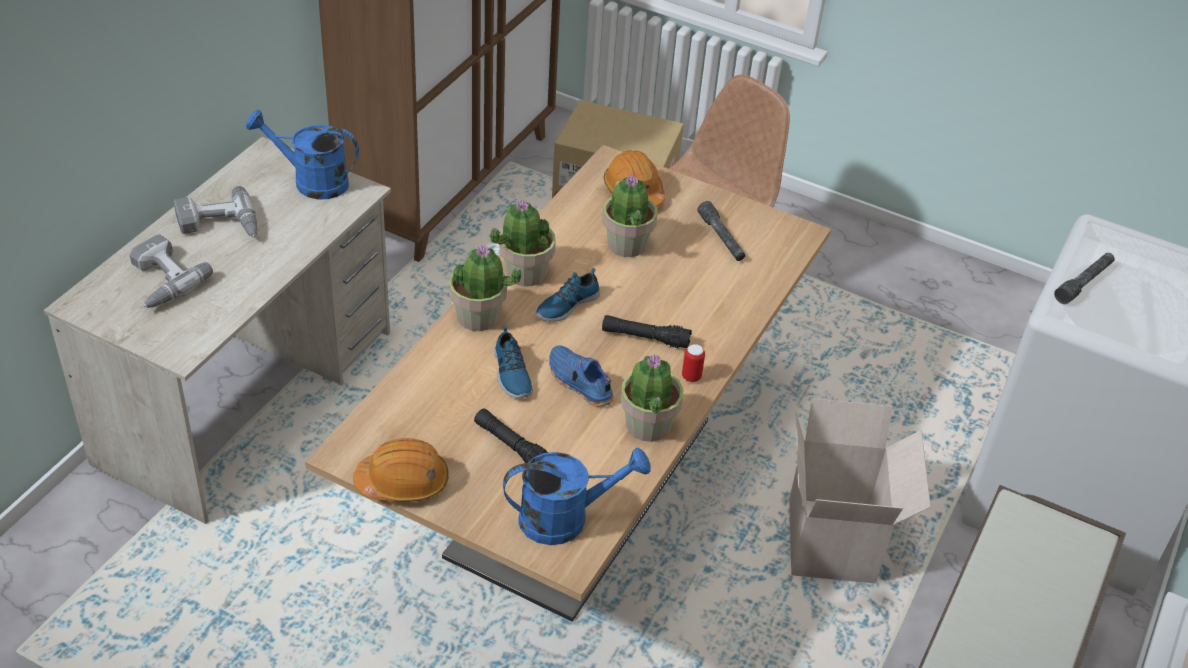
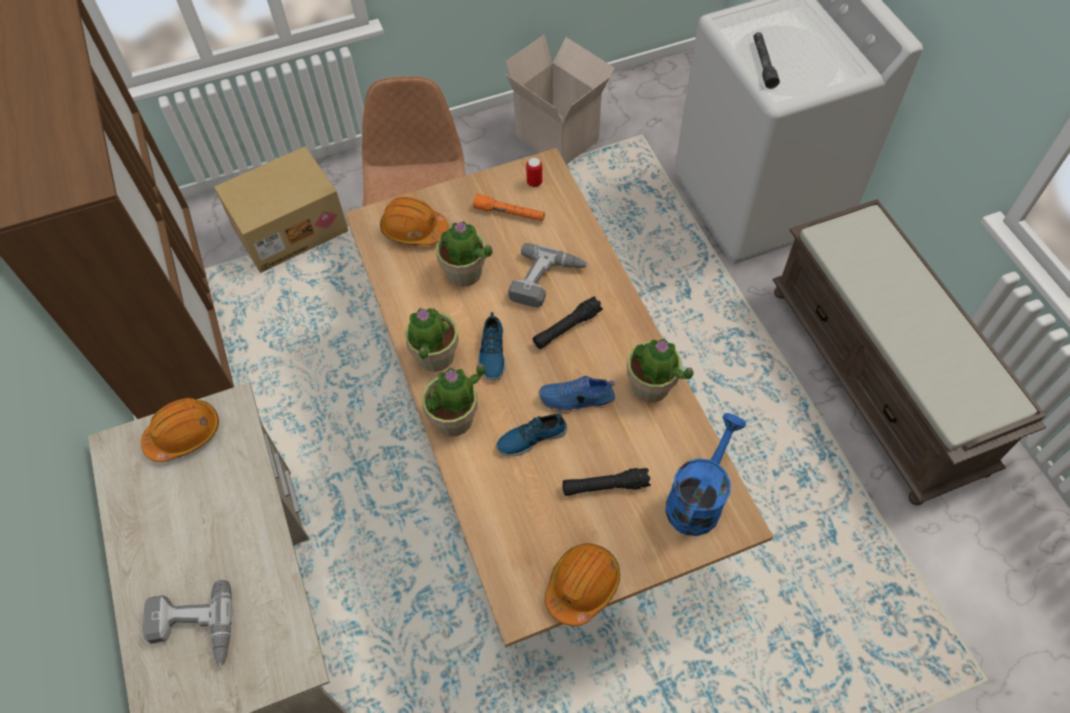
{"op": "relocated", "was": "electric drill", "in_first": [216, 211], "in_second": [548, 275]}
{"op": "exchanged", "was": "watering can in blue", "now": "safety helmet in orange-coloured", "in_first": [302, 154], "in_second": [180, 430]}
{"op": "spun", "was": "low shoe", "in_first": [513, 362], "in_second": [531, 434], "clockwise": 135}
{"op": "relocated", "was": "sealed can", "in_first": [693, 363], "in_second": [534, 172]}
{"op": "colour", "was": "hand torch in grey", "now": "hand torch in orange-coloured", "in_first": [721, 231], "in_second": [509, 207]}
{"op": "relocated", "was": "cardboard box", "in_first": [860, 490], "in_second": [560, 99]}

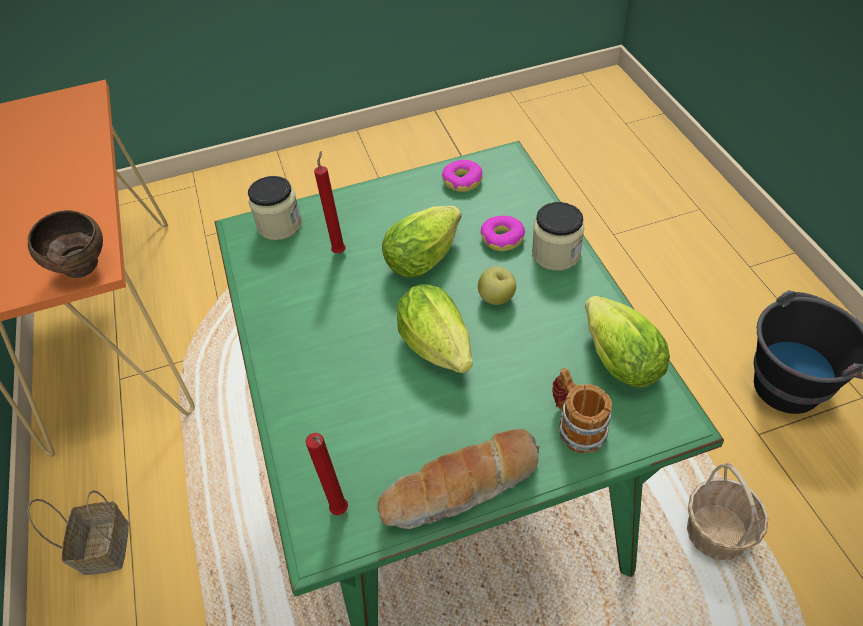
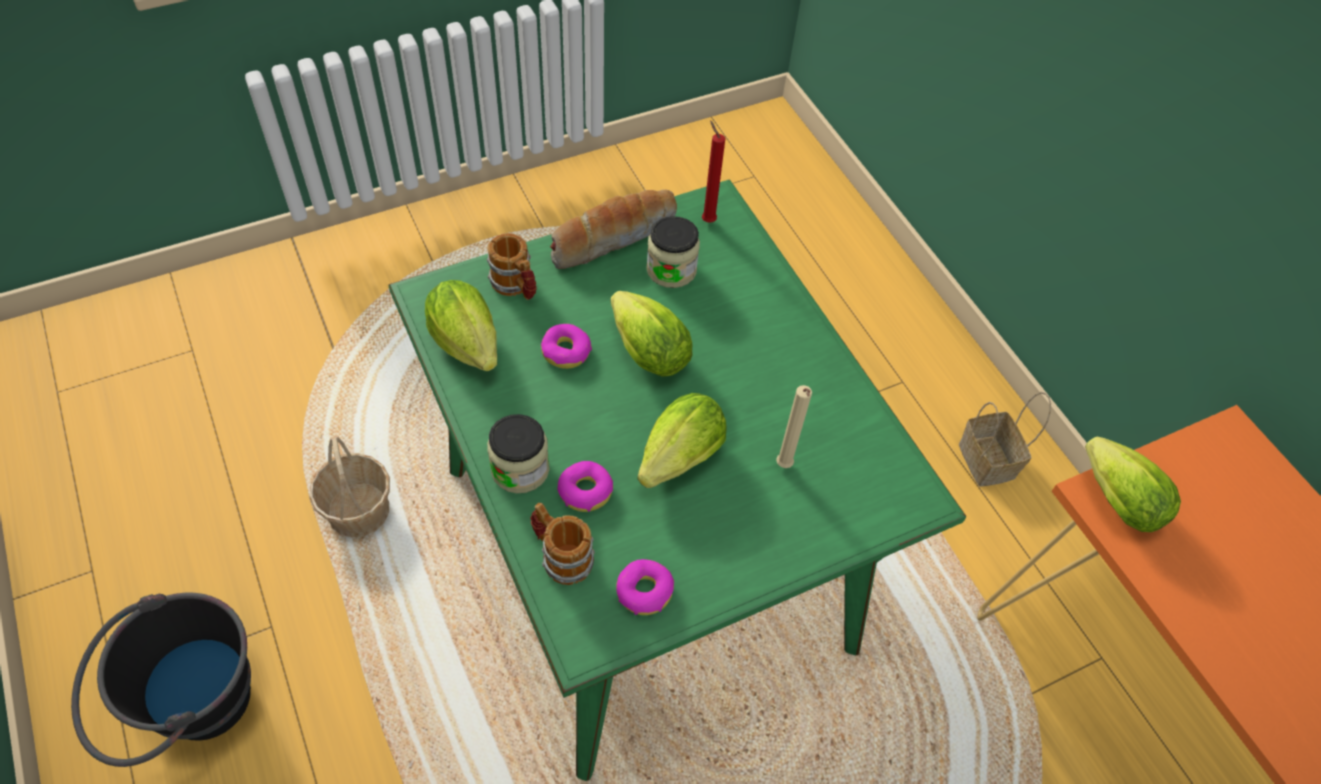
{"op": "exchanged", "was": "serving bowl in brown", "now": "lettuce head", "in_first": [65, 244], "in_second": [1133, 484]}
{"op": "relocated", "was": "jar", "in_first": [275, 208], "in_second": [673, 252]}
{"op": "colour", "was": "candle in red", "now": "candle in beige", "in_first": [330, 202], "in_second": [794, 426]}
{"op": "missing", "was": "apple fruit", "in_first": [497, 285]}
{"op": "appeared", "now": "coffee mug", "in_second": [562, 544]}
{"op": "appeared", "now": "donut", "in_second": [566, 346]}

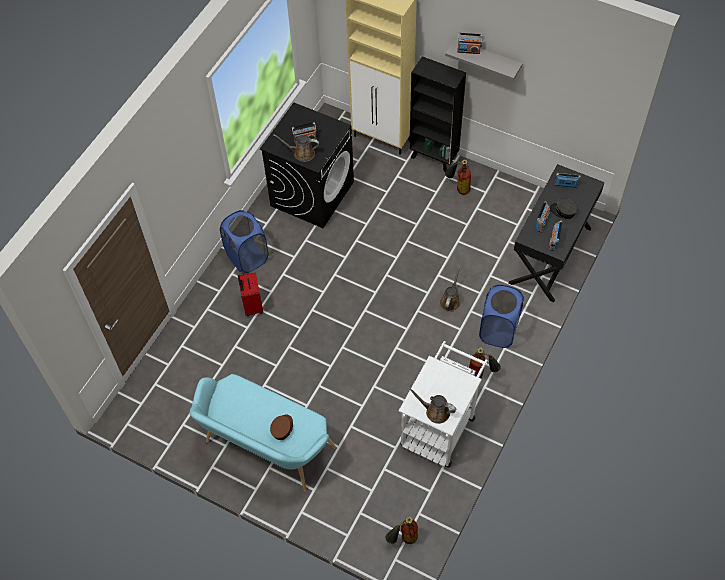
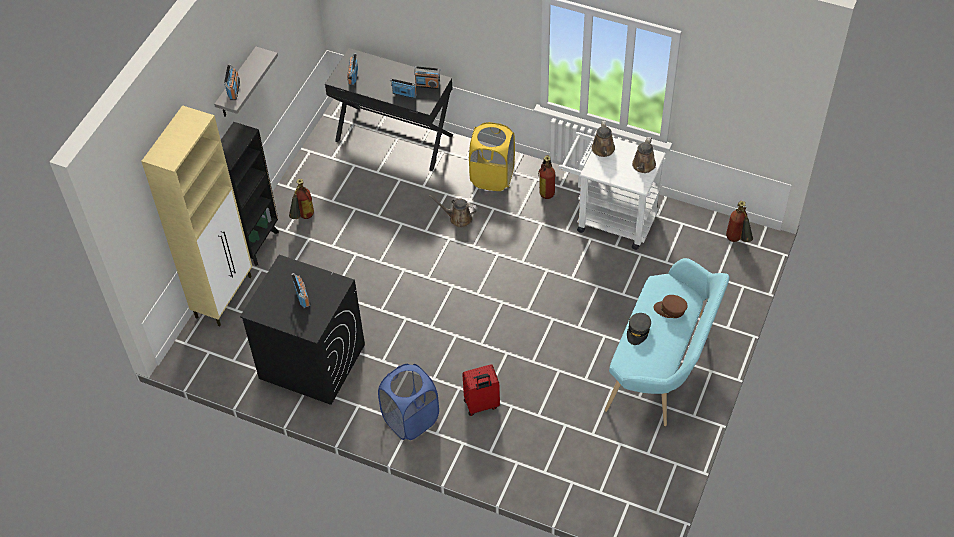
{"op": "relocated", "was": "watering can in brown", "in_first": [296, 148], "in_second": [603, 139]}
{"op": "colour", "was": "hamper in blue", "now": "hamper in yellowish", "in_first": [501, 316], "in_second": [492, 156]}
{"op": "relocated", "was": "peaked cap in grey", "in_first": [564, 209], "in_second": [639, 329]}

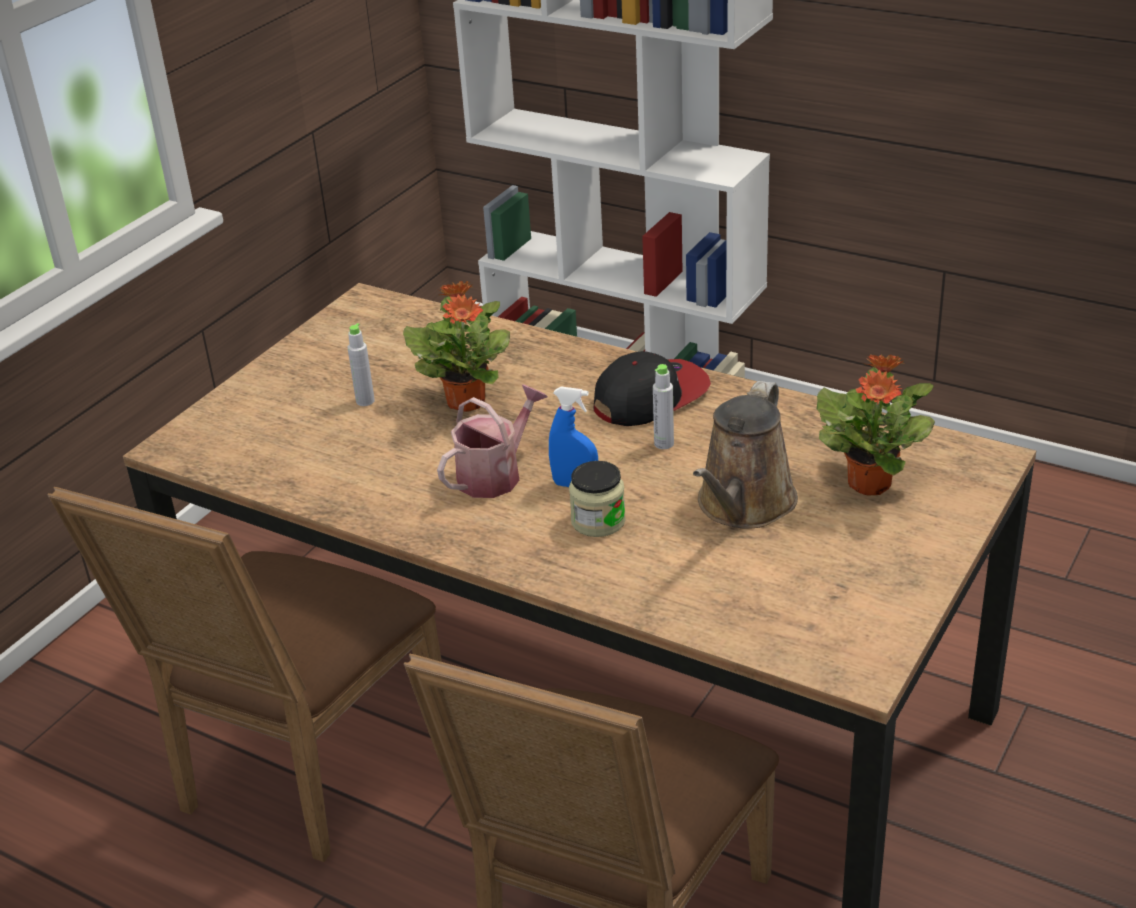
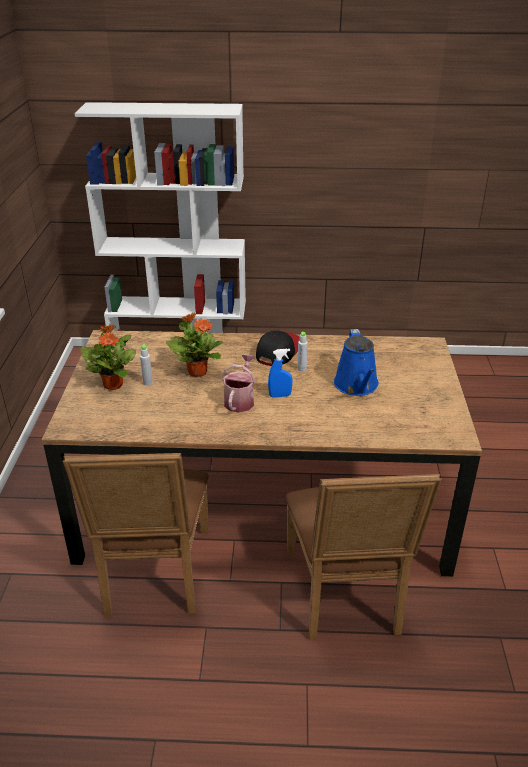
{"op": "missing", "was": "jar", "in_first": [597, 499]}
{"op": "colour", "was": "watering can in brown", "now": "watering can in blue", "in_first": [745, 455], "in_second": [356, 362]}
{"op": "relocated", "was": "houseplant", "in_first": [876, 424], "in_second": [108, 357]}

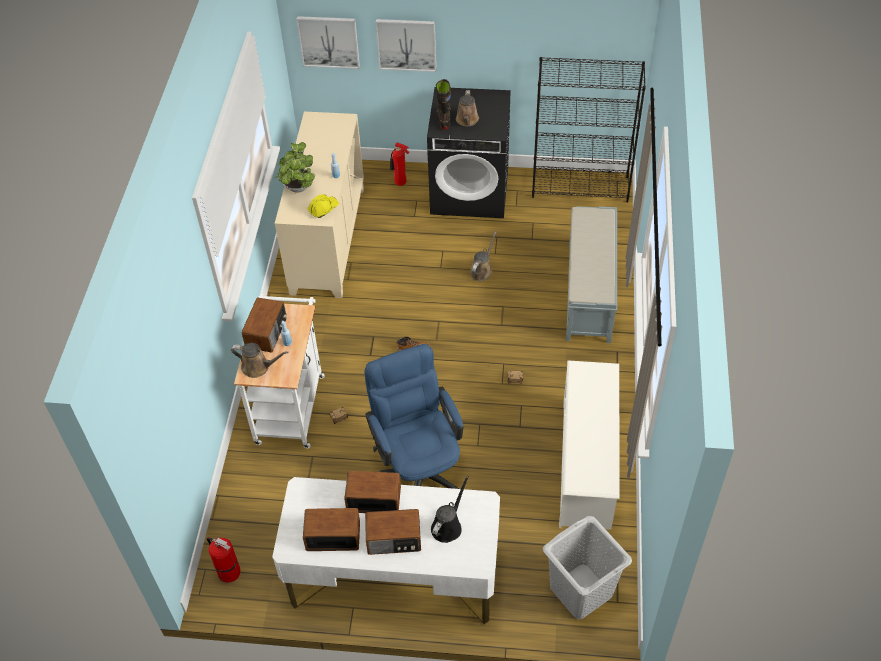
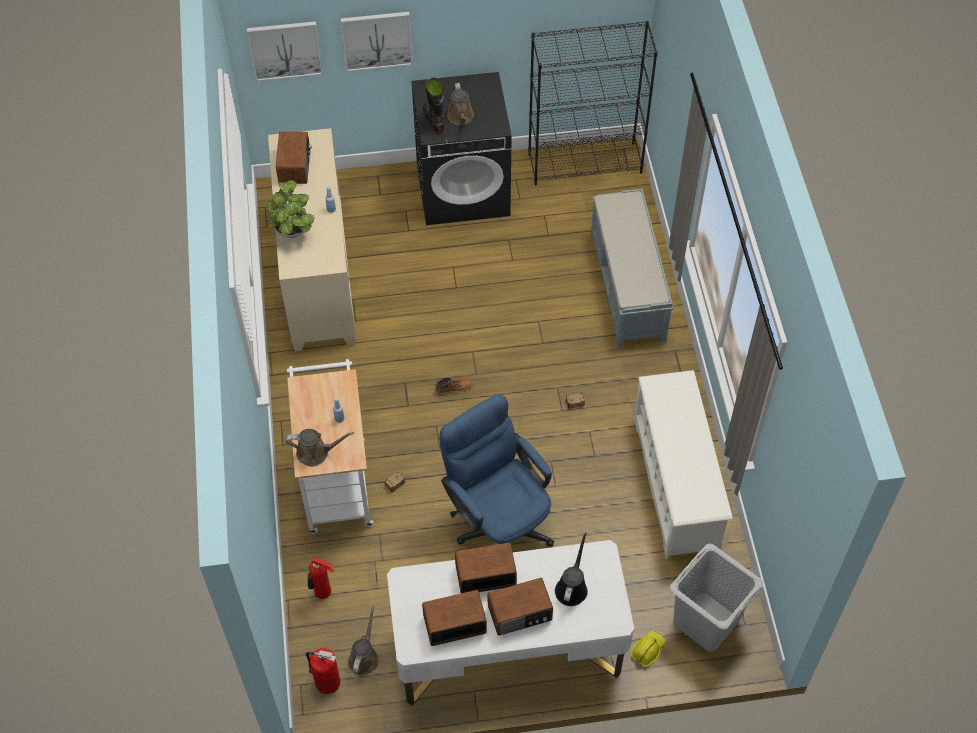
{"op": "relocated", "was": "radio", "in_first": [264, 325], "in_second": [294, 158]}
{"op": "relocated", "was": "safety helmet in yellowish", "in_first": [323, 206], "in_second": [648, 649]}
{"op": "relocated", "was": "fire-fighting cylinder", "in_first": [400, 164], "in_second": [321, 578]}
{"op": "relocated", "was": "watering can in brown", "in_first": [483, 256], "in_second": [363, 640]}

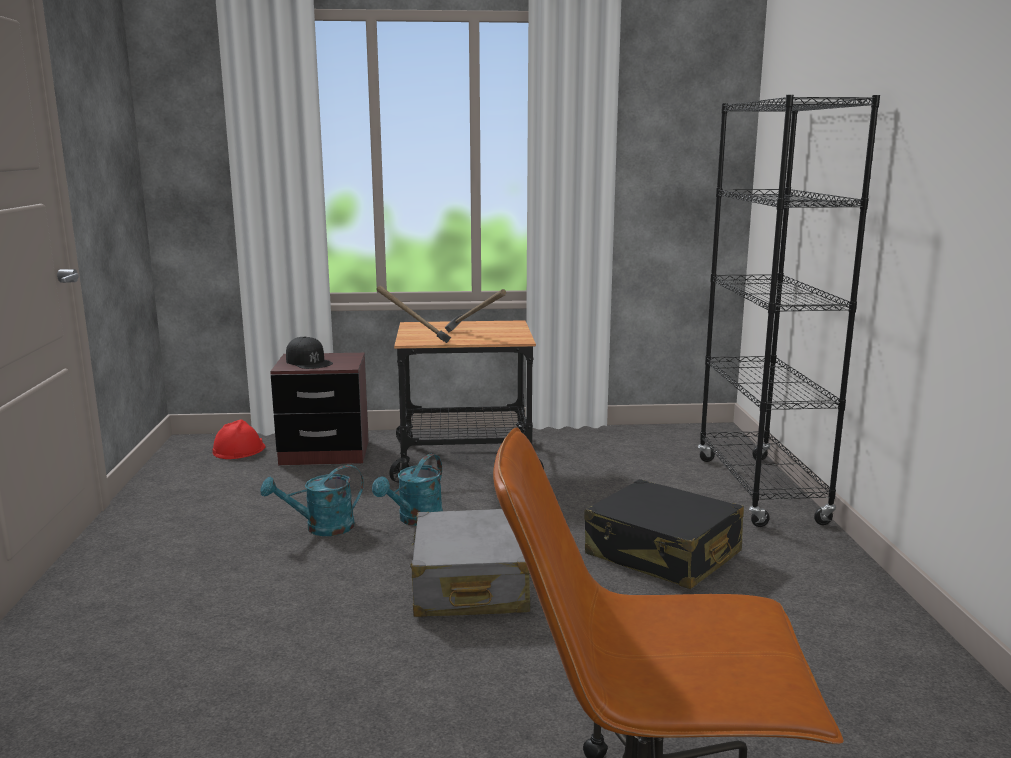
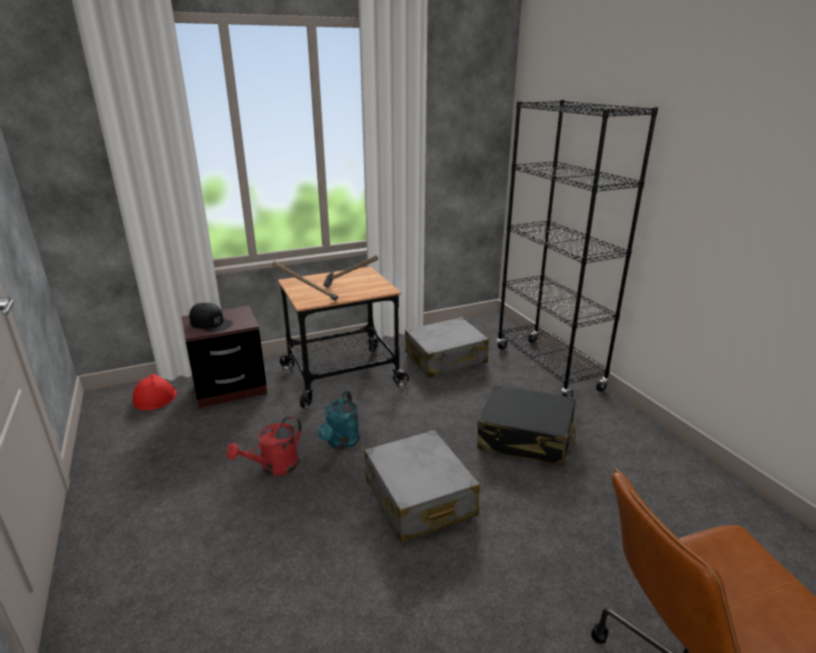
{"op": "colour", "was": "watering can in turquoise", "now": "watering can in red", "in_first": [312, 500], "in_second": [264, 445]}
{"op": "appeared", "now": "piece of luggage in grey", "in_second": [447, 347]}

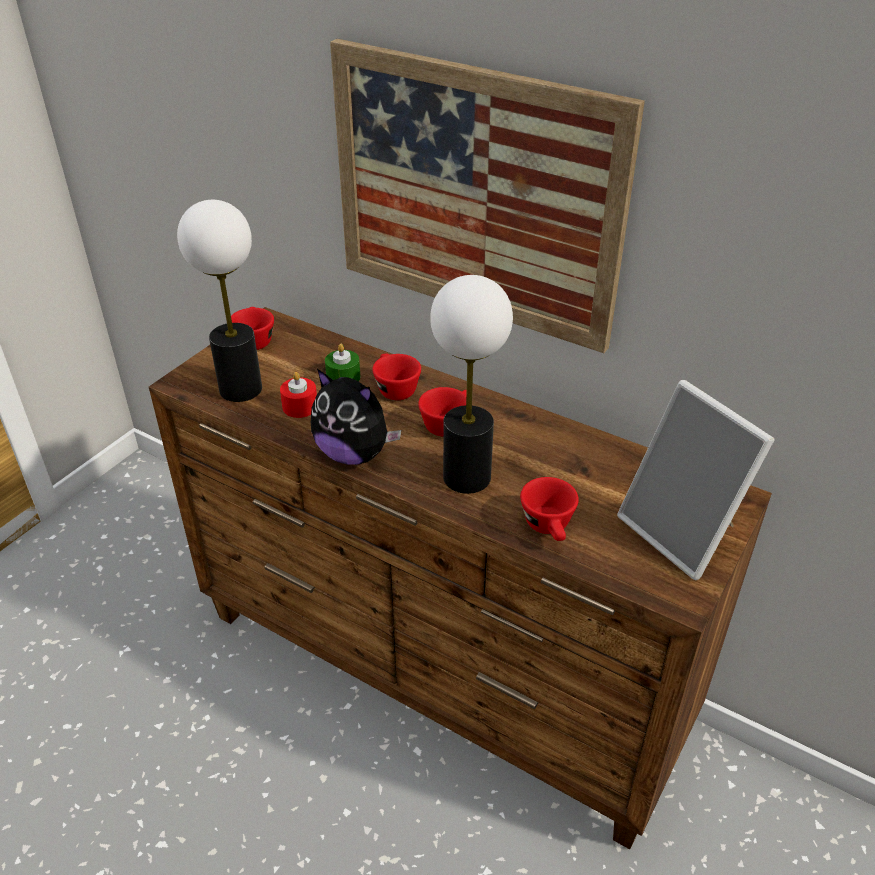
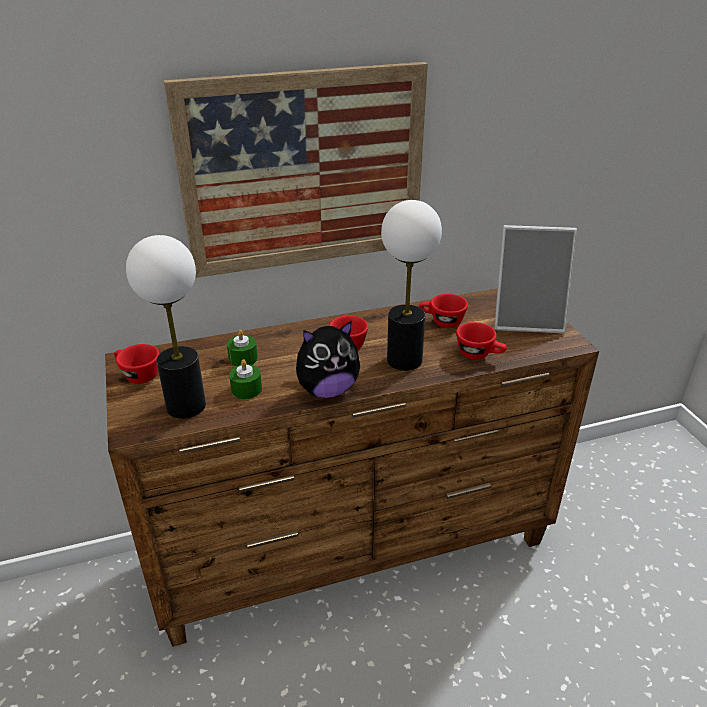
{"op": "colour", "was": "candle in red", "now": "candle in greenish", "in_first": [298, 395], "in_second": [245, 379]}
{"op": "relocated", "was": "small cup in red", "in_first": [396, 376], "in_second": [443, 311]}

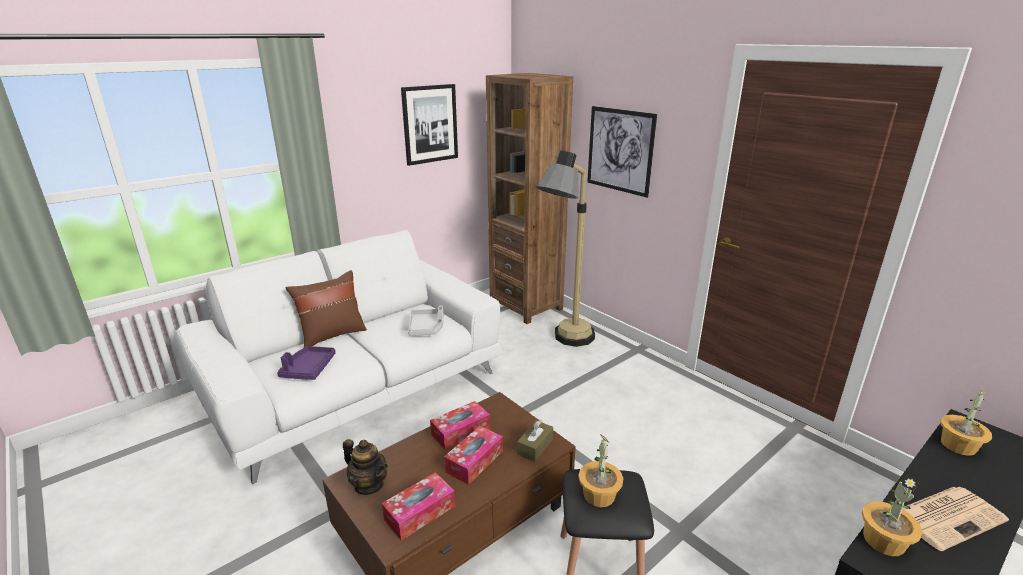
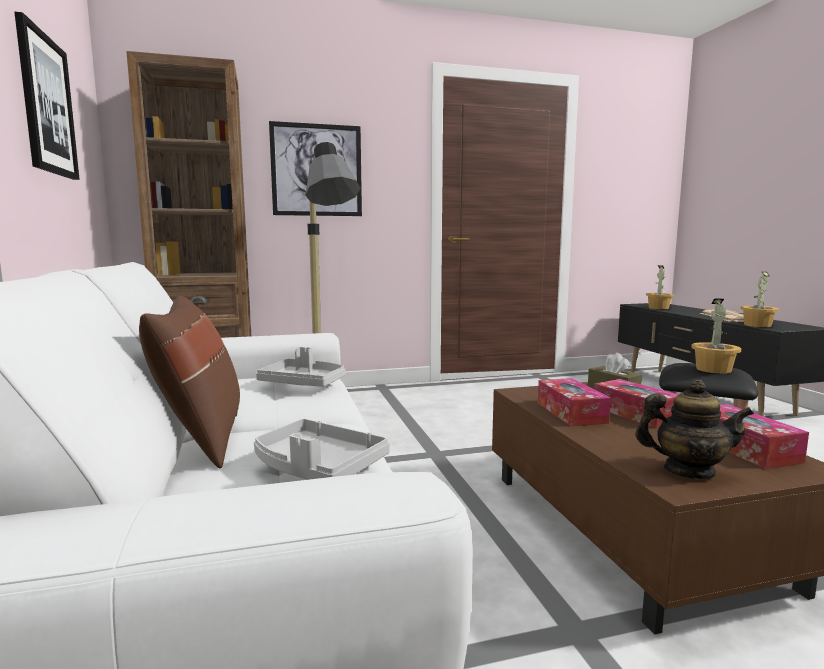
{"op": "colour", "was": "serving tray in purple-coloured", "now": "serving tray in grey", "in_first": [306, 363], "in_second": [322, 449]}
{"op": "spun", "was": "teapot", "in_first": [365, 467], "in_second": [694, 429], "clockwise": 45}

